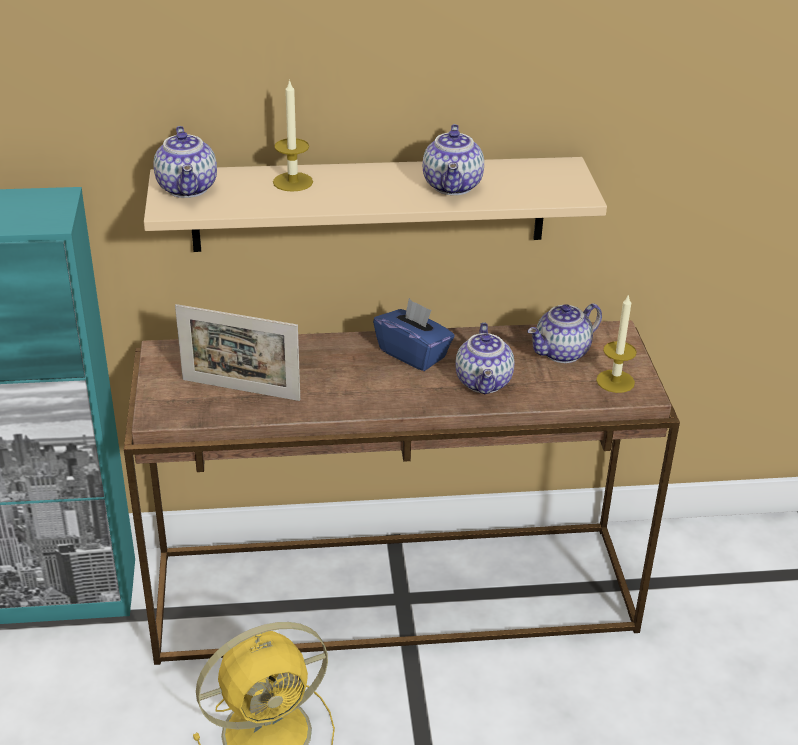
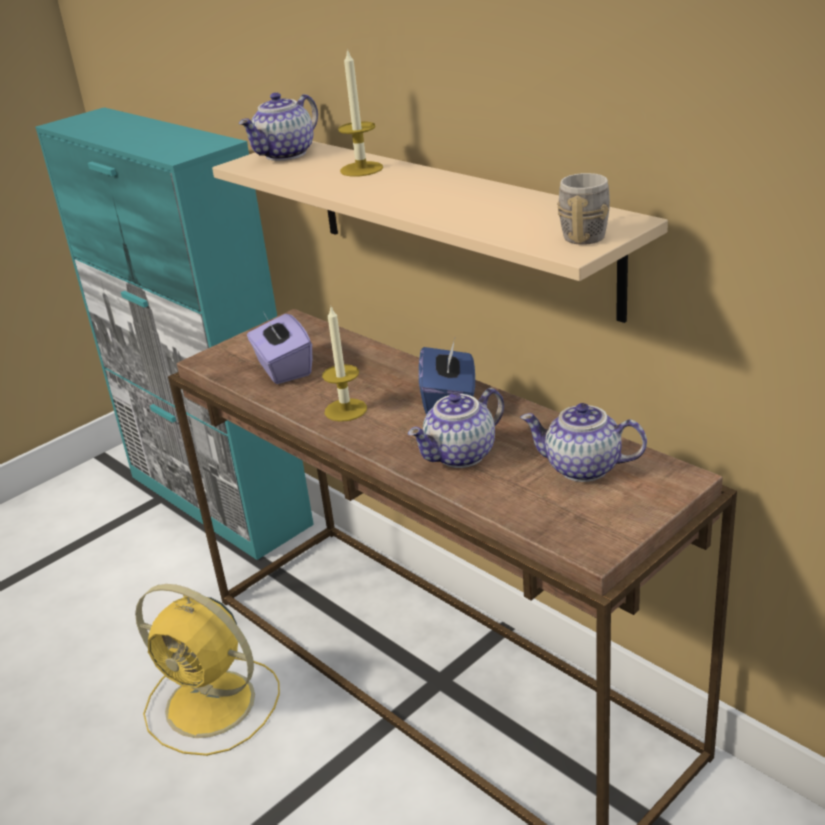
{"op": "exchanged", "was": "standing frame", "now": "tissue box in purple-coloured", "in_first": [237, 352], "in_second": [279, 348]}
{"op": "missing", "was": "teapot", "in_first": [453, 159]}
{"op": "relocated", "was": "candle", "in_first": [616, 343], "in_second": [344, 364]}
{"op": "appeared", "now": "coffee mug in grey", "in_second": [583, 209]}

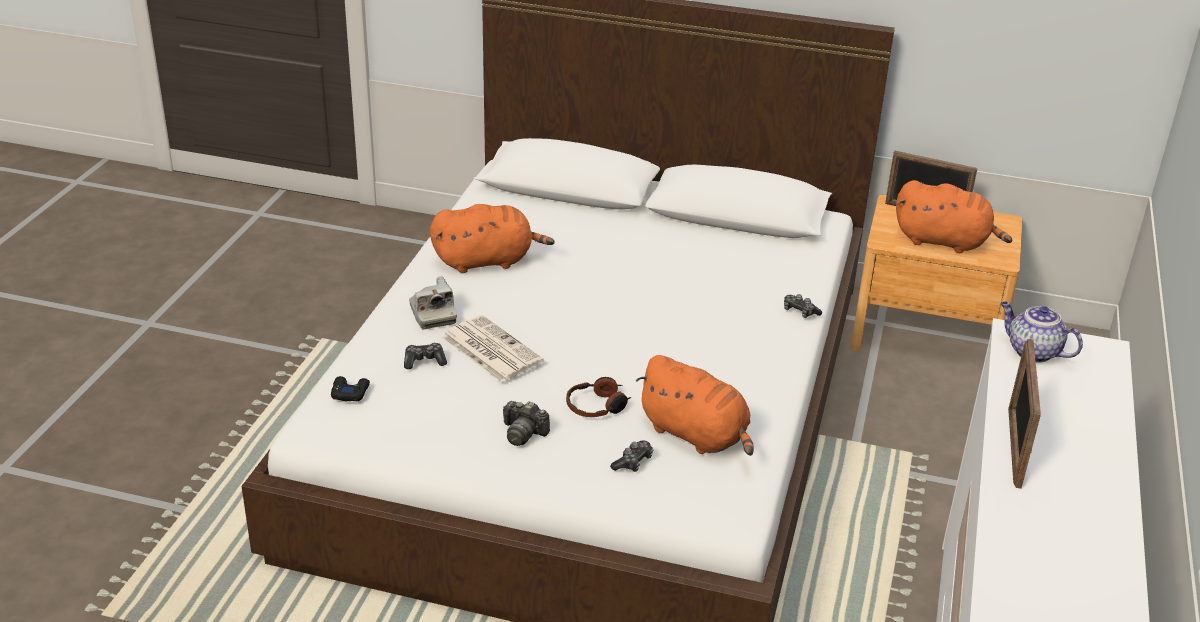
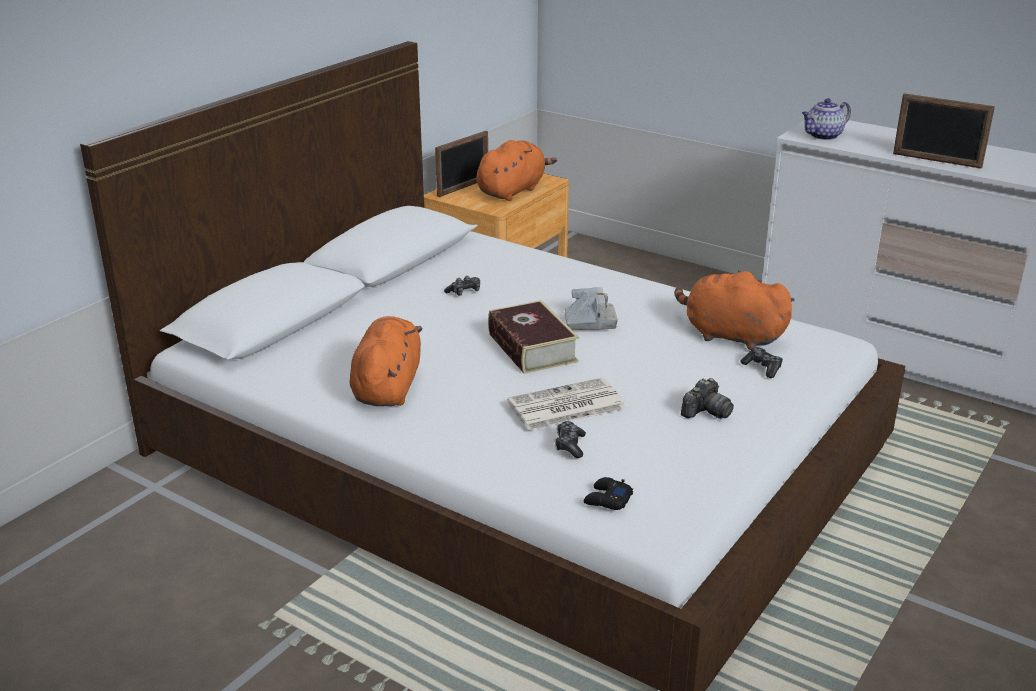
{"op": "relocated", "was": "still camera", "in_first": [433, 302], "in_second": [591, 308]}
{"op": "missing", "was": "headset", "in_first": [598, 397]}
{"op": "spun", "was": "cuddly toy in orange-coloured", "in_first": [695, 405], "in_second": [734, 310], "clockwise": -120}
{"op": "relocated", "was": "joypad", "in_first": [803, 306], "in_second": [462, 286]}
{"op": "appeared", "now": "bound book", "in_second": [533, 337]}

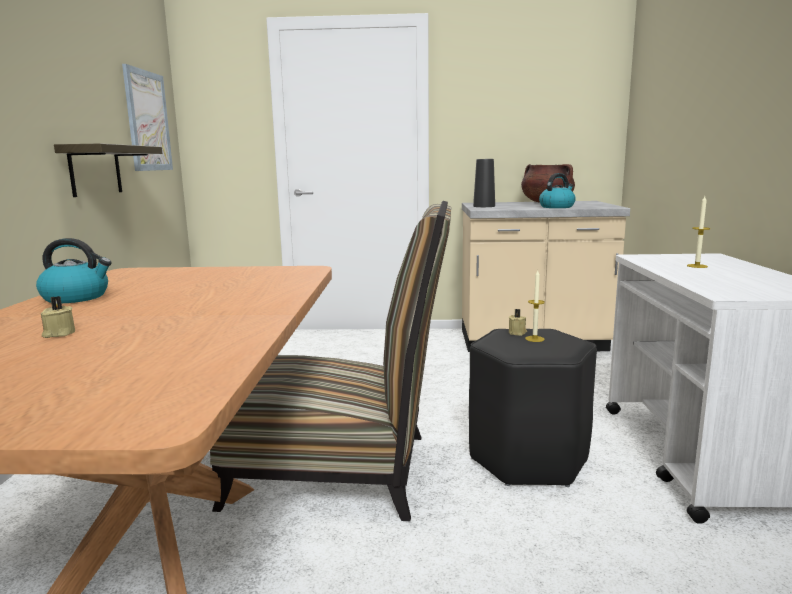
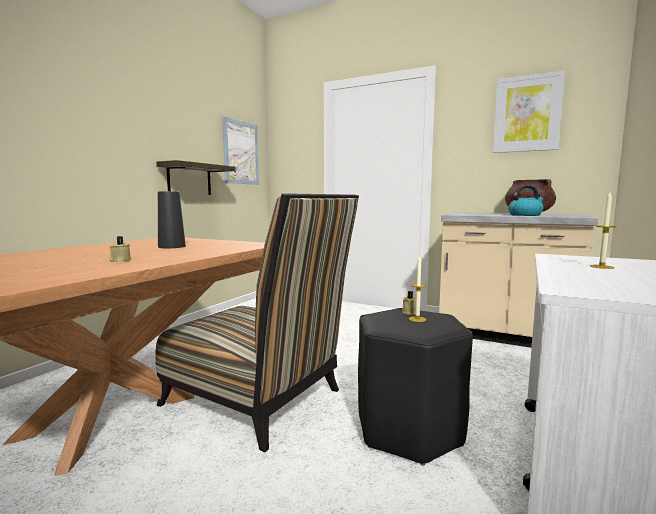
{"op": "missing", "was": "tea kettle", "in_first": [74, 270]}
{"op": "relocated", "was": "candle in beige", "in_first": [58, 317], "in_second": [120, 249]}
{"op": "relocated", "was": "flower vase in black", "in_first": [484, 183], "in_second": [172, 219]}
{"op": "appeared", "now": "wall picture", "in_second": [529, 112]}

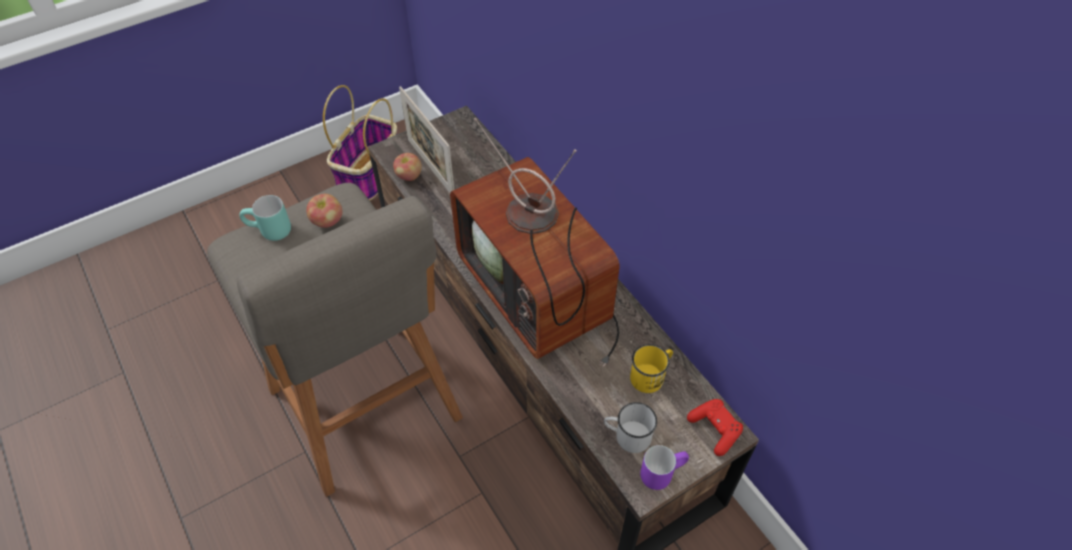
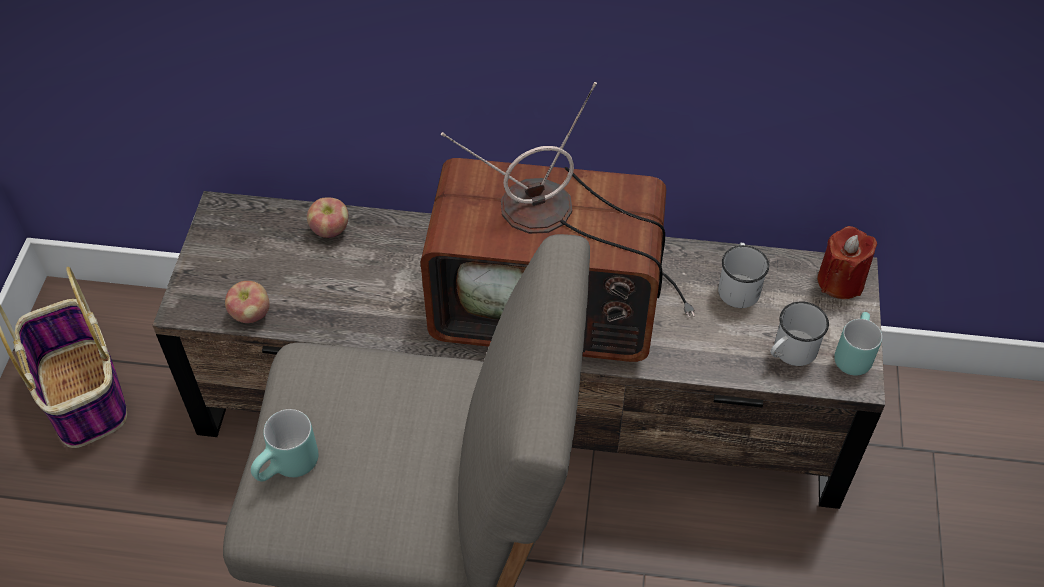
{"op": "relocated", "was": "apple fruit", "in_first": [324, 211], "in_second": [327, 217]}
{"op": "missing", "was": "standing frame", "in_first": [427, 139]}
{"op": "colour", "was": "coffee mug in yellowish", "now": "coffee mug in whitish", "in_first": [651, 368], "in_second": [743, 275]}
{"op": "colour", "was": "coffee mug in purple-coloured", "now": "coffee mug in turquoise", "in_first": [664, 467], "in_second": [858, 344]}
{"op": "exchanged", "was": "joypad in red", "now": "candle in red", "in_first": [715, 427], "in_second": [847, 262]}

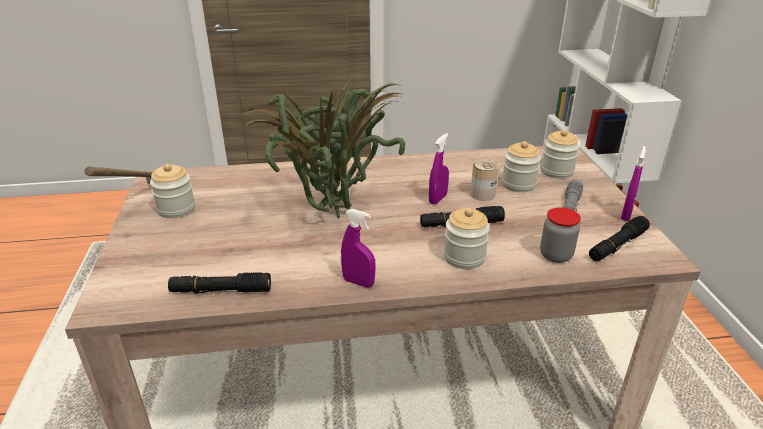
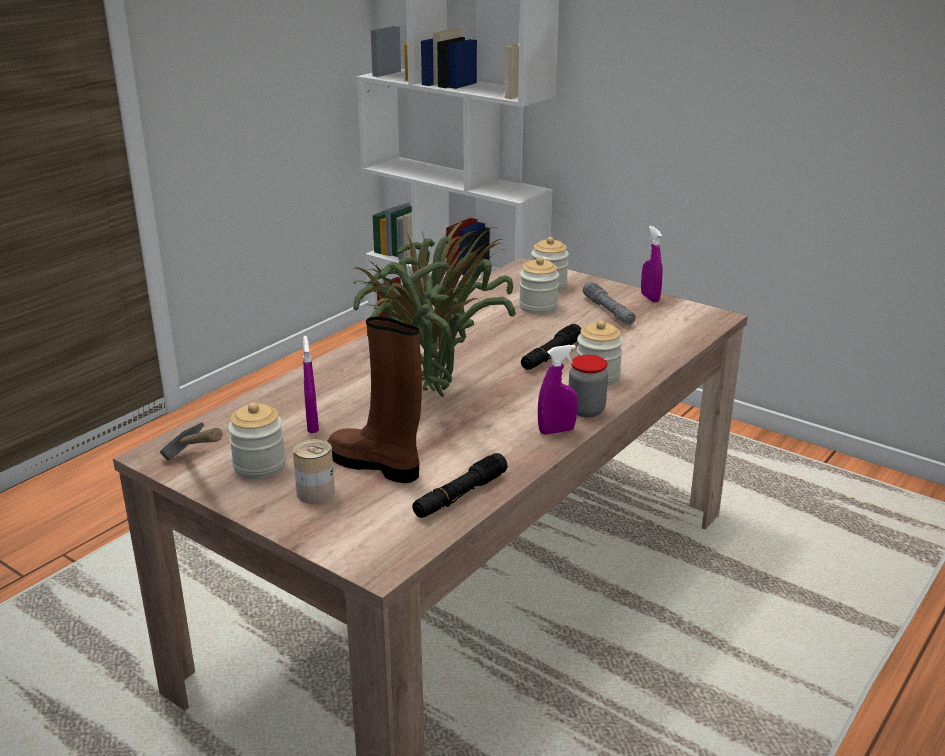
{"op": "relocated", "was": "hand sprayer in purple-coloured", "in_first": [439, 169], "in_second": [311, 384]}
{"op": "relocated", "was": "sealed can", "in_first": [484, 180], "in_second": [314, 471]}
{"op": "relocated", "was": "jar", "in_first": [560, 235], "in_second": [588, 386]}
{"op": "missing", "was": "hand torch in black", "in_first": [619, 238]}
{"op": "appeared", "now": "tall boot in brown", "in_second": [374, 400]}

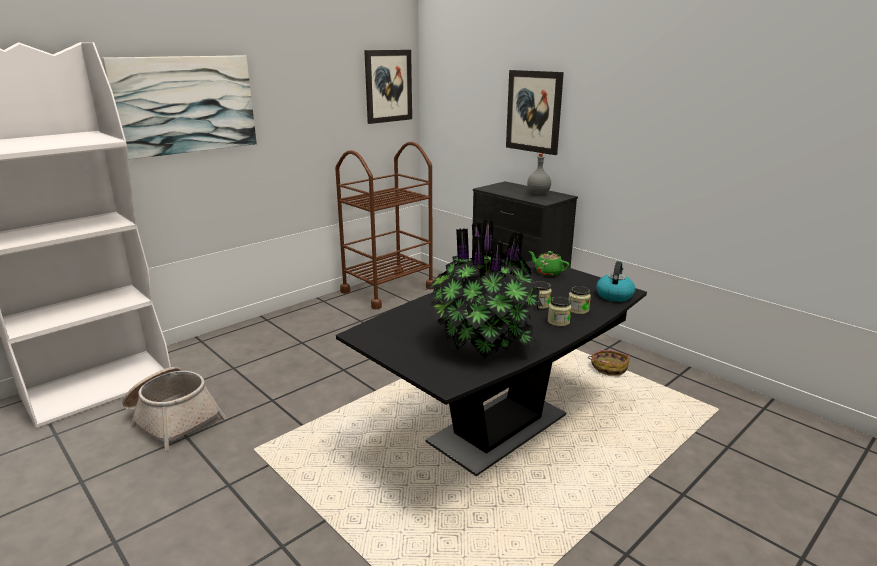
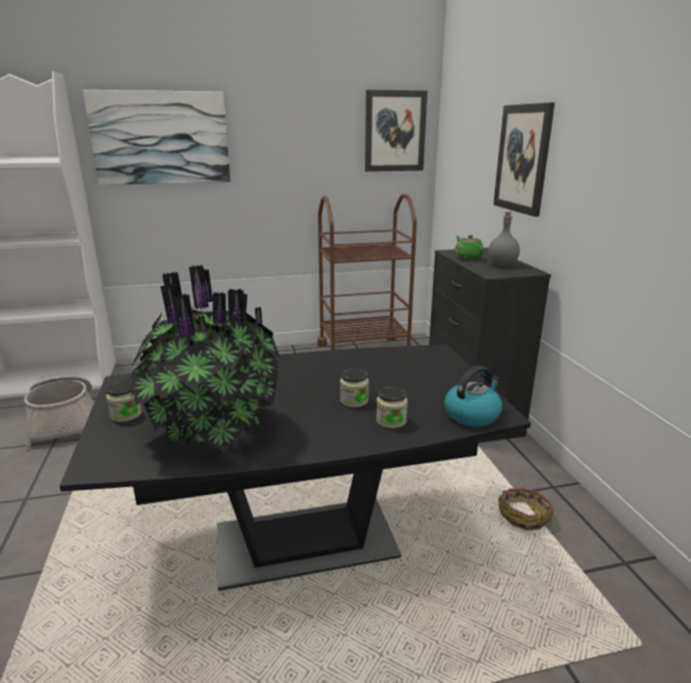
{"op": "relocated", "was": "teapot in greenish", "in_first": [549, 263], "in_second": [469, 247]}
{"op": "relocated", "was": "jar", "in_first": [559, 312], "in_second": [124, 401]}

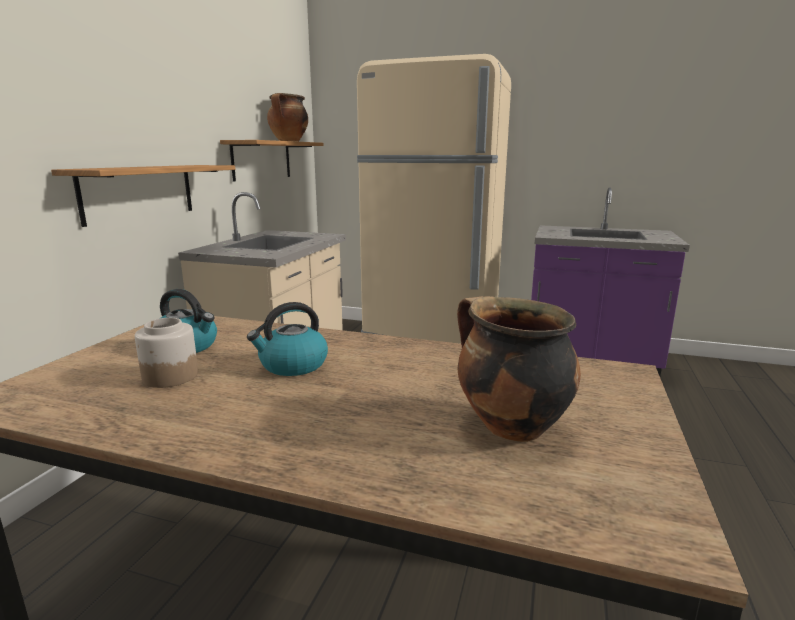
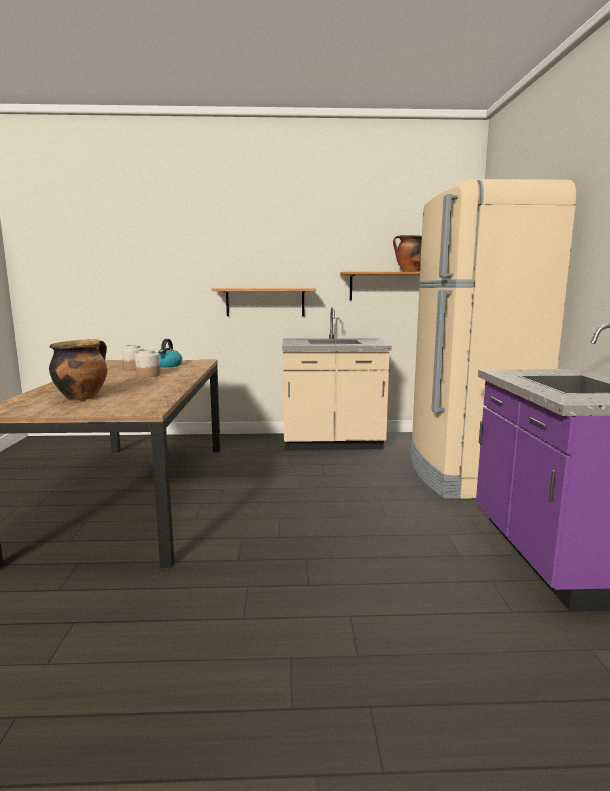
{"op": "exchanged", "was": "tea kettle", "now": "jar", "in_first": [287, 339], "in_second": [147, 363]}

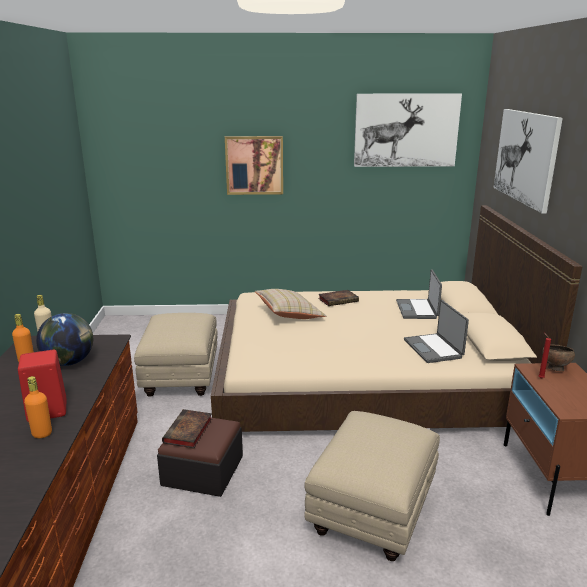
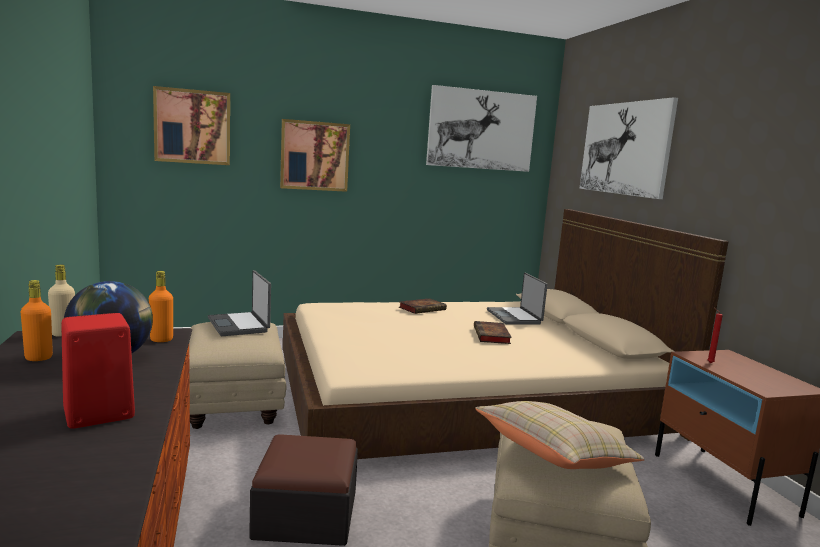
{"op": "relocated", "was": "bottle in orange-coloured", "in_first": [38, 407], "in_second": [161, 306]}
{"op": "relocated", "was": "bound book", "in_first": [187, 428], "in_second": [493, 332]}
{"op": "relocated", "was": "pillow in beige", "in_first": [290, 304], "in_second": [560, 435]}
{"op": "relocated", "was": "laptop", "in_first": [436, 331], "in_second": [239, 303]}
{"op": "missing", "was": "serving bowl in brown", "in_first": [558, 357]}
{"op": "appeared", "now": "wall picture", "in_second": [191, 125]}

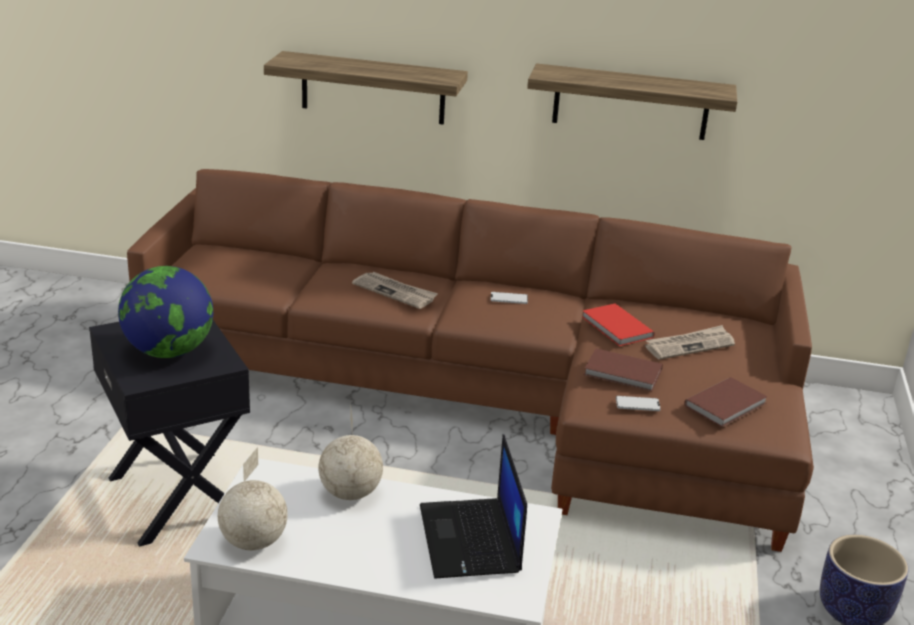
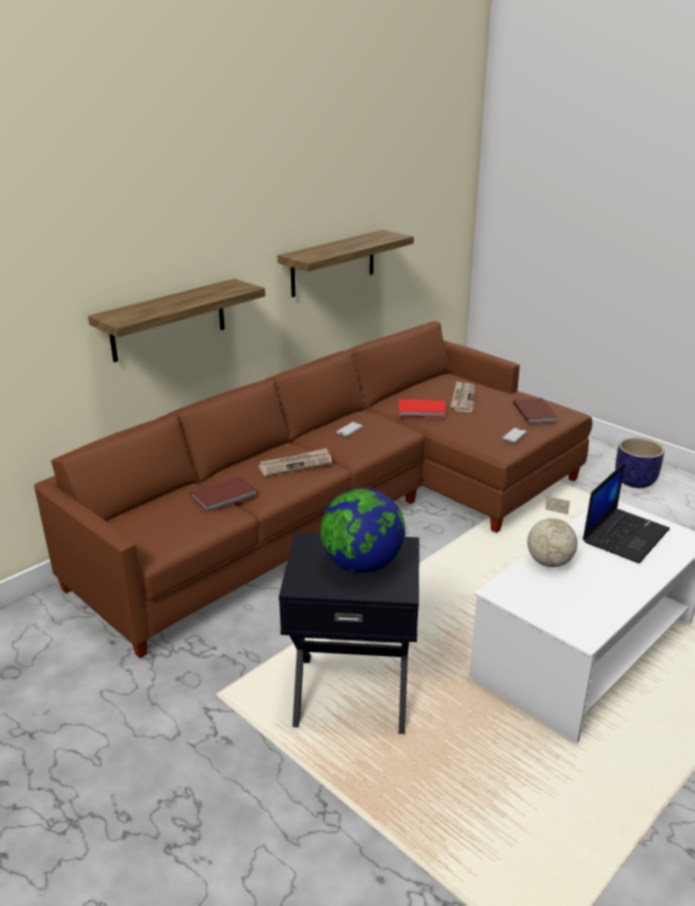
{"op": "missing", "was": "world globe", "in_first": [253, 498]}
{"op": "spun", "was": "laptop", "in_first": [473, 506], "in_second": [626, 513], "clockwise": -75}
{"op": "relocated", "was": "bound book in brown", "in_first": [623, 369], "in_second": [223, 494]}

